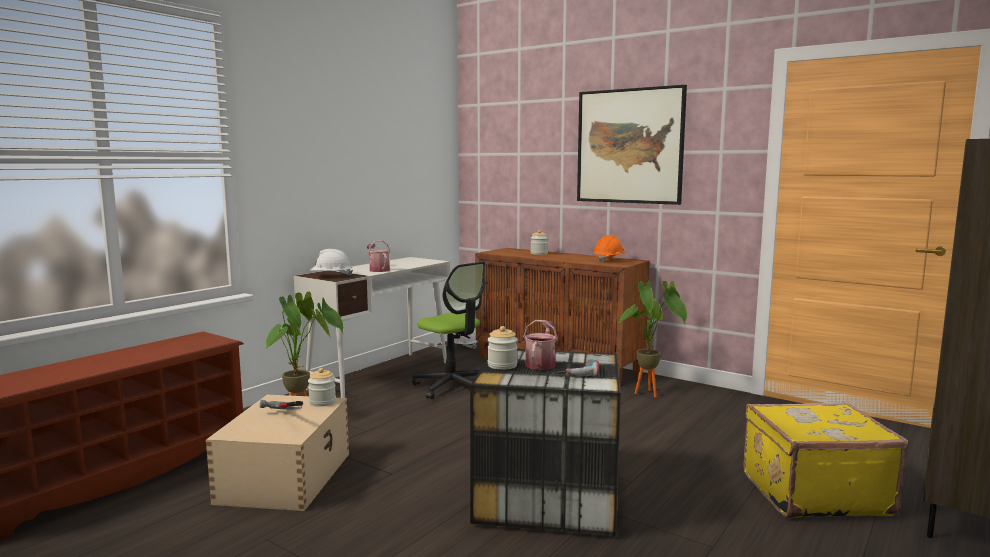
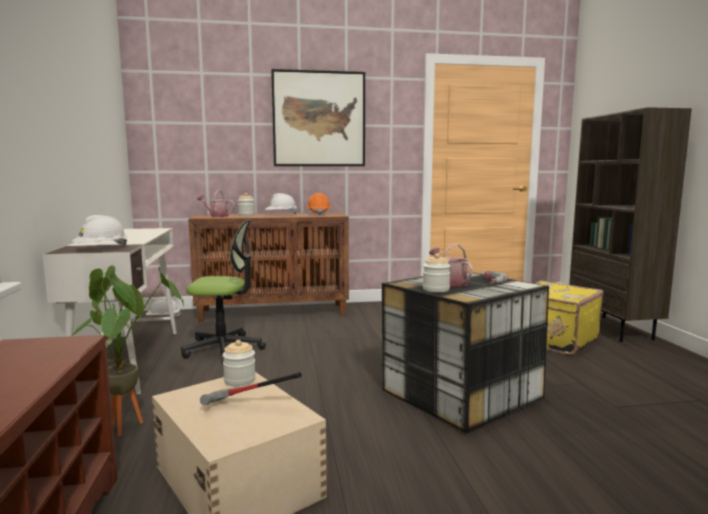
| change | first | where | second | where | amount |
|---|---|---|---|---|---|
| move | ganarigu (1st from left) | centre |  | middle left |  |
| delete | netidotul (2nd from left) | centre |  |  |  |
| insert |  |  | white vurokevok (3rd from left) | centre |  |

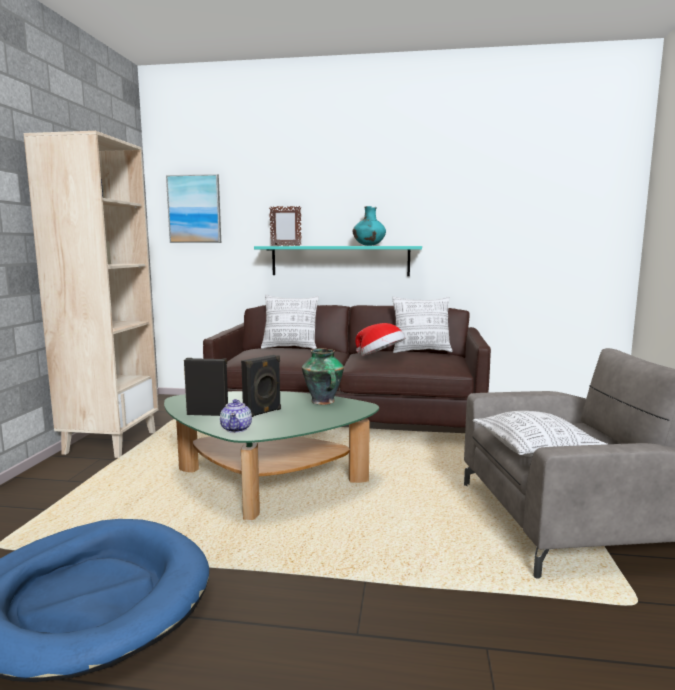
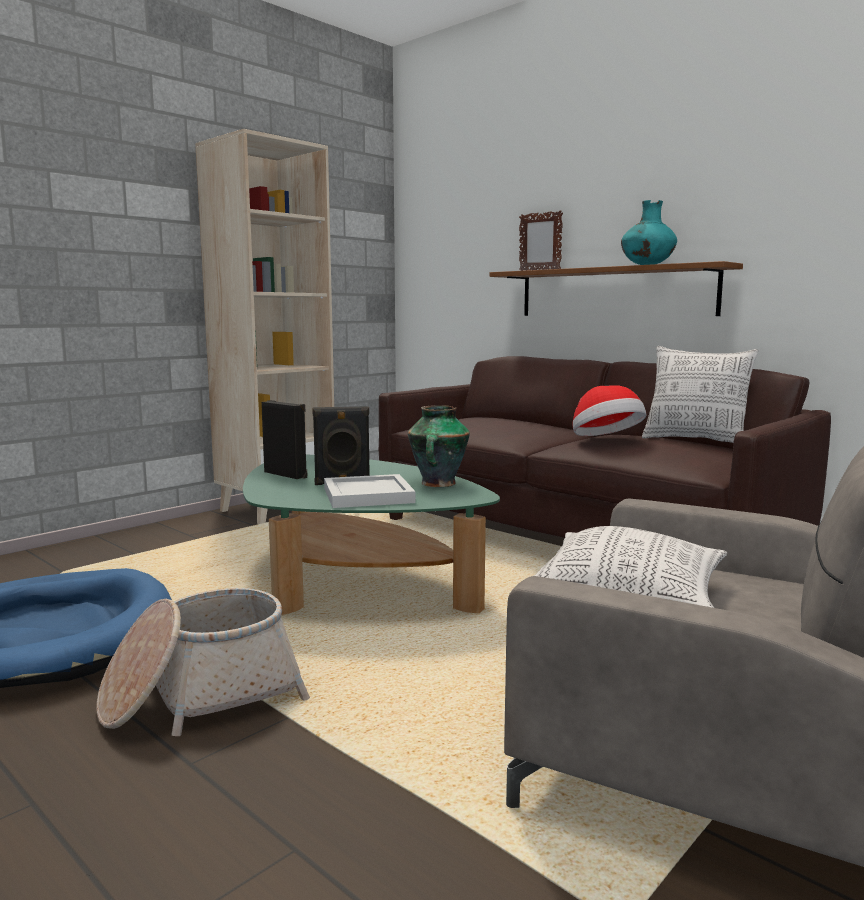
| change | first | where | second | where | amount |
|---|---|---|---|---|---|
| delete | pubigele | top left |  |  |  |
| delete | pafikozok | centre |  |  |  |
| recolor | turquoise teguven | centre | brown teguven | top right |  |
| delete | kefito (1st from left) | centre |  |  |  |
| insert |  |  | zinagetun | bottom left |  |
| insert |  |  | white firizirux | centre |  |

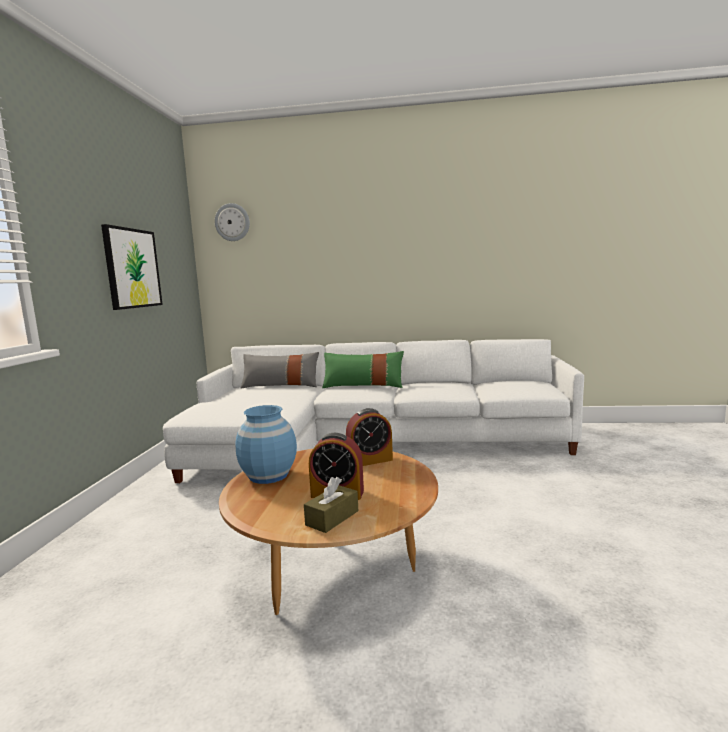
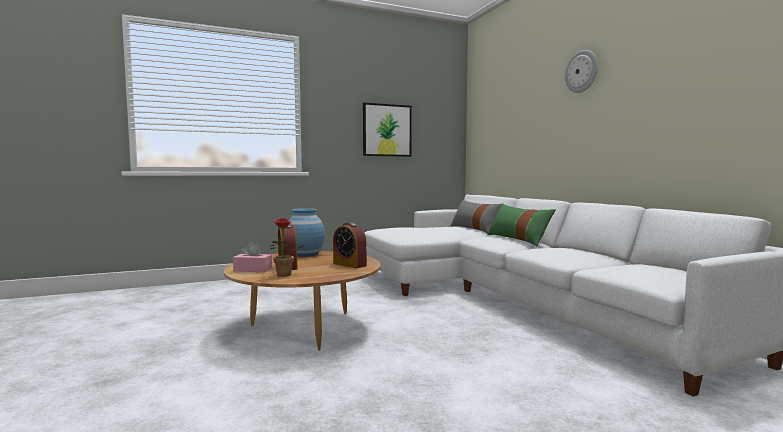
| change | first | where | second | where | amount |
|---|---|---|---|---|---|
| move | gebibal | top left |  | top right |  |
| recolor | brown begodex | bottom centre | pink begodex | middle left |  |
| insert |  |  | netidotul | centre |  |

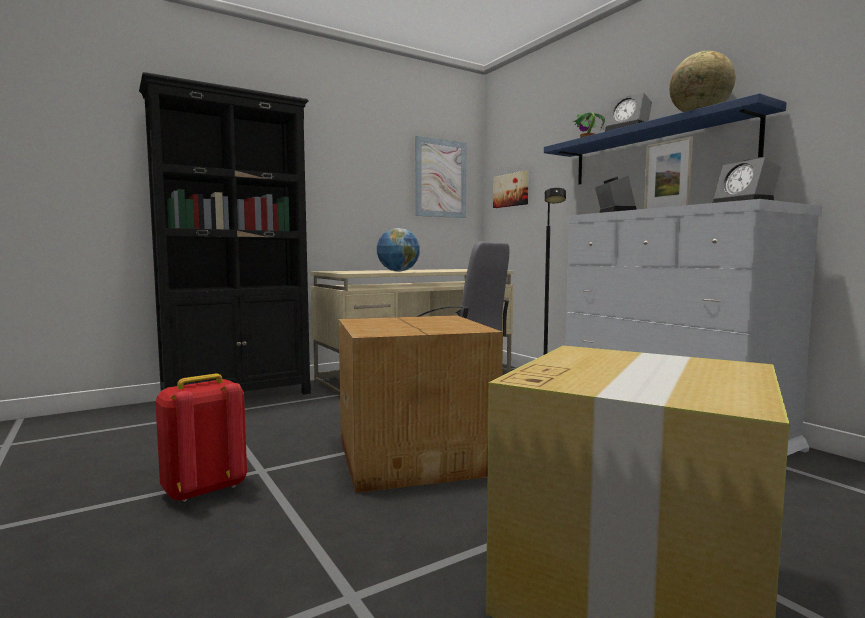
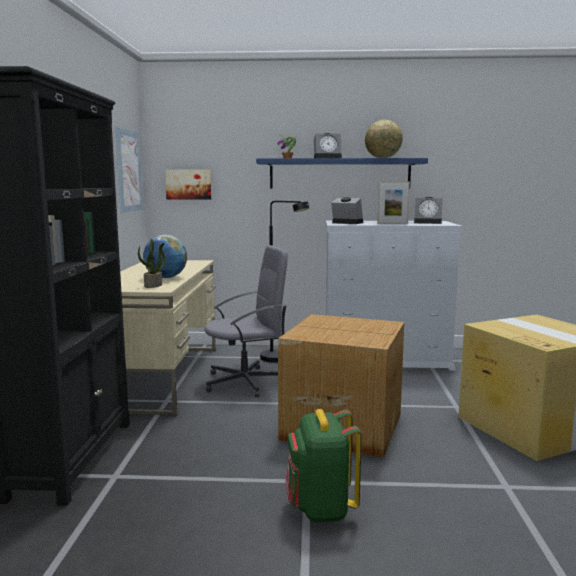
| change | first | where | second | where | amount |
|---|---|---|---|---|---|
| recolor | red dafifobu | bottom left | green dafifobu | bottom centre |  |
| insert |  |  | netidotul (1st from left) | middle left |  |

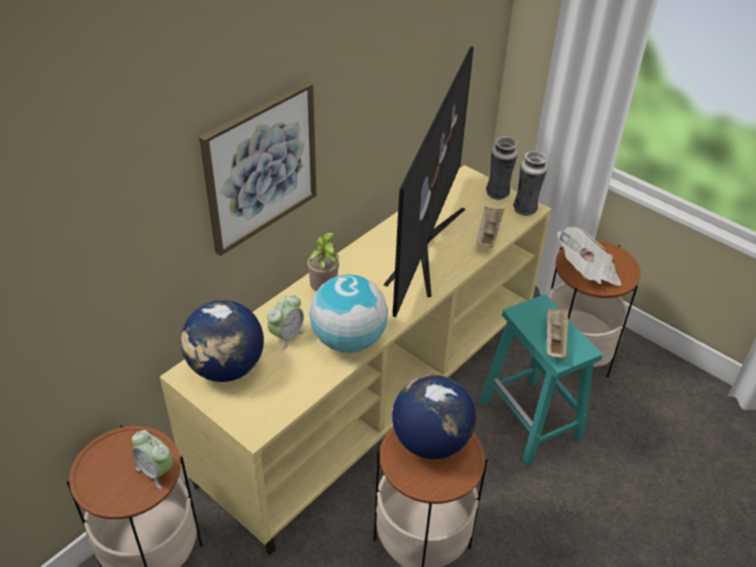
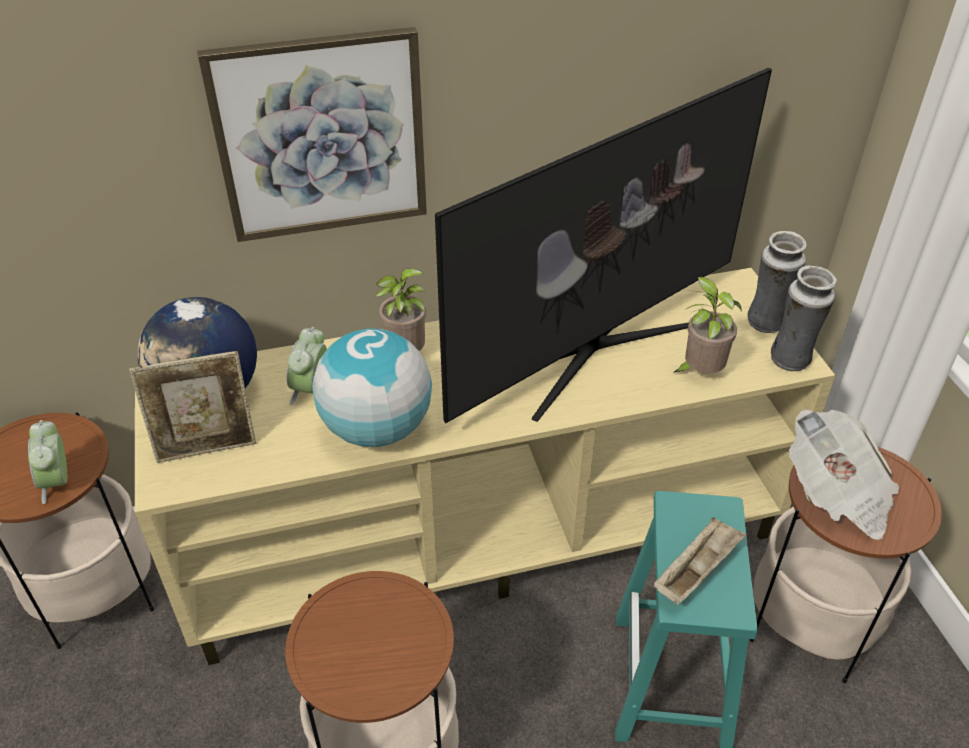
| change | first | where | second | where | amount |
|---|---|---|---|---|---|
| rotate | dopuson (2nd from left) | centre |  | middle left | 120 degrees clockwise |
| delete | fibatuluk (3rd from left) | bottom centre |  |  |  |
| replace | beige firizirux (1st from left) | centre | netidotul (2nd from left) | middle right |  |
| insert |  |  | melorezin | middle left |  |

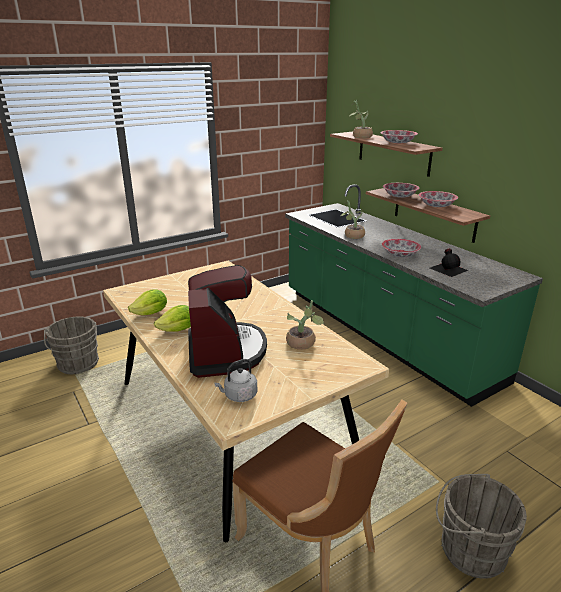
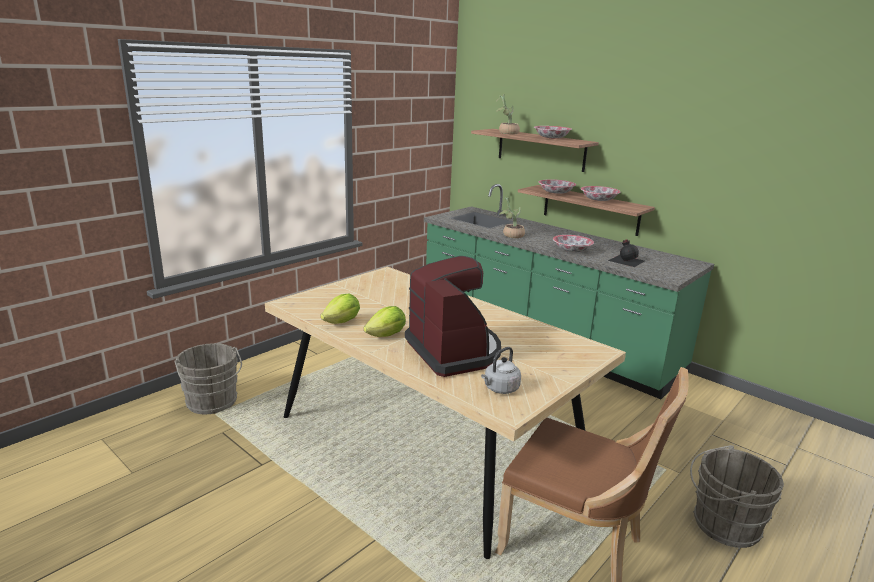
| change | first | where | second | where | amount |
|---|---|---|---|---|---|
| delete | netidotul (1st from left) | centre |  |  |  |

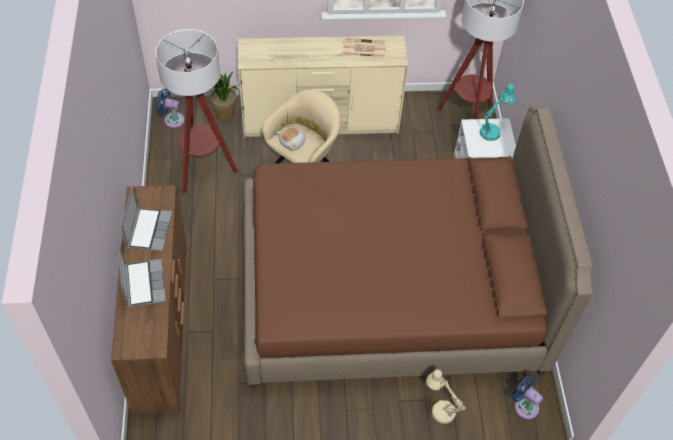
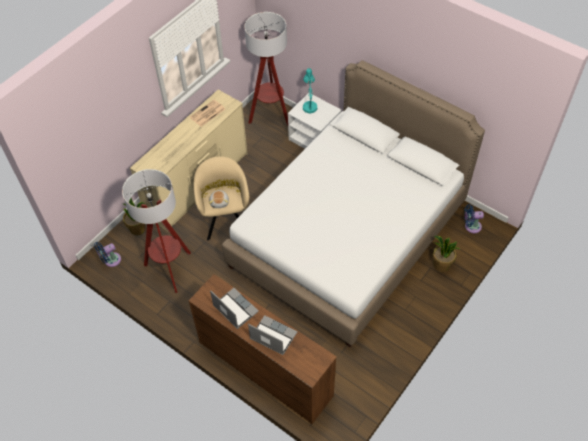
| change | first | where | second | where | amount |
|---|---|---|---|---|---|
| recolor | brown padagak | centre | white padagak | centre |  |
| replace | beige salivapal | bottom centre | netidotul (2nd from left) | middle right |  |

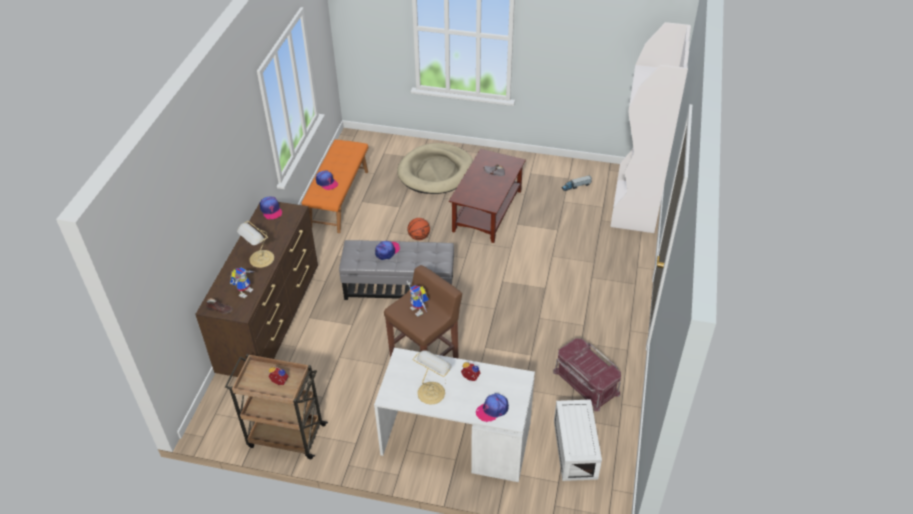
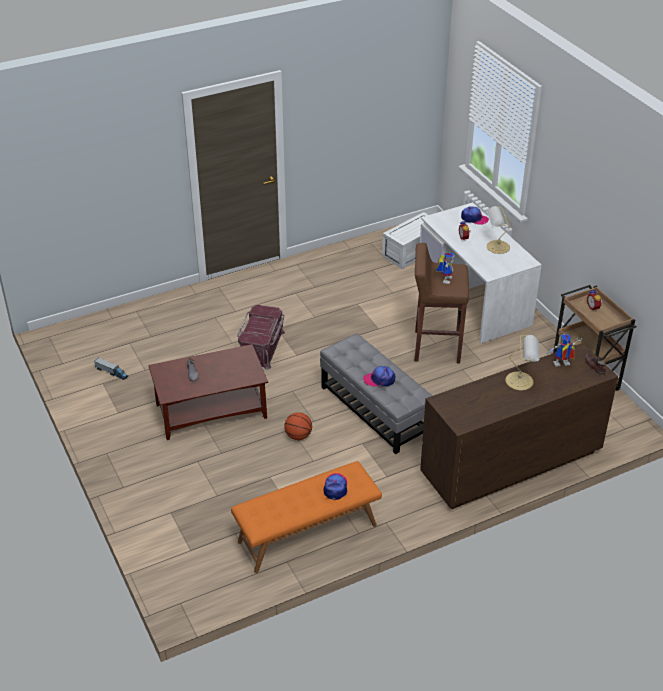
| change | first | where | second | where | amount |
|---|---|---|---|---|---|
| delete | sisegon (1st from left) | middle left |  |  |  |
| delete | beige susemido | top centre |  |  |  |
| move | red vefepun | bottom centre |  | centre |  |
| delete | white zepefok | top right |  |  |  |

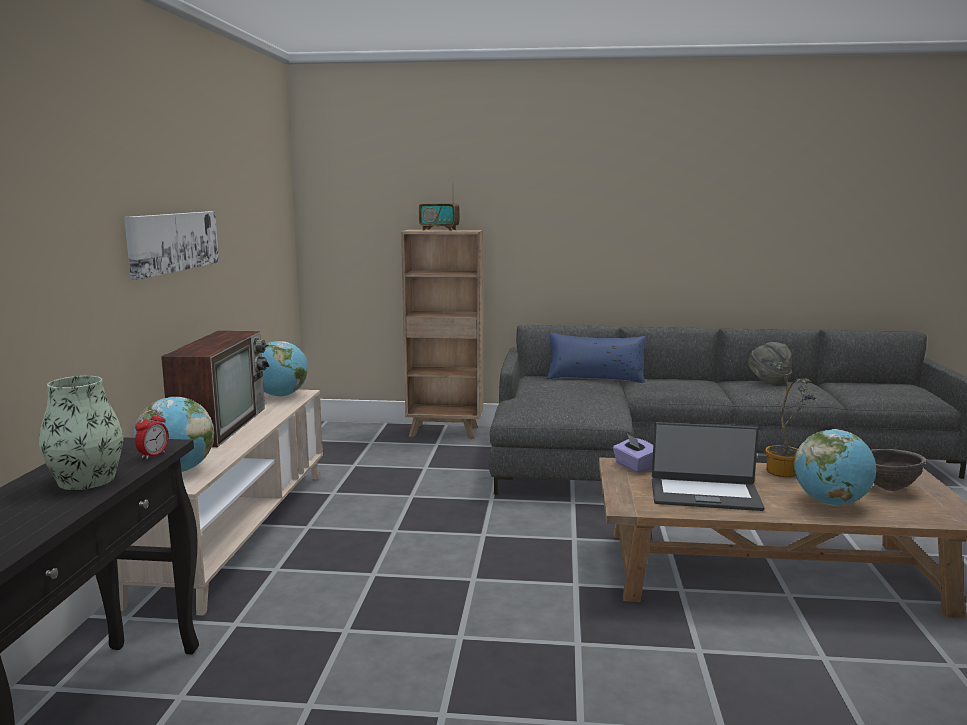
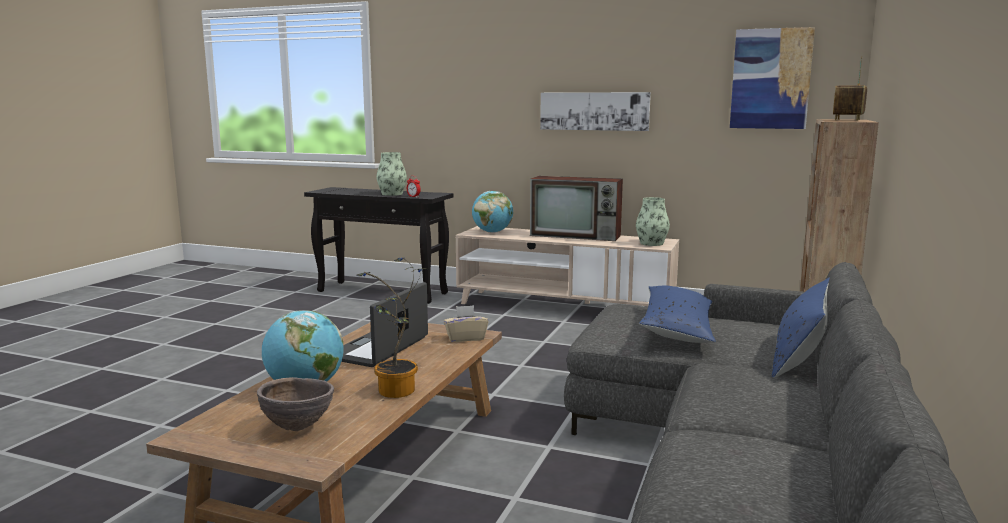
| change | first | where | second | where | amount |
|---|---|---|---|---|---|
| replace | fibatuluk (2nd from left) | middle left | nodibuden (2nd from left) | centre |  |
| recolor | purple begodex | centre | beige begodex | centre |  |
| delete | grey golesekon | middle right |  |  |  |
| insert |  |  | blue kefito (1st from left) | middle right |  |
| insert |  |  | pubigele (2nd from left) | top right |  |

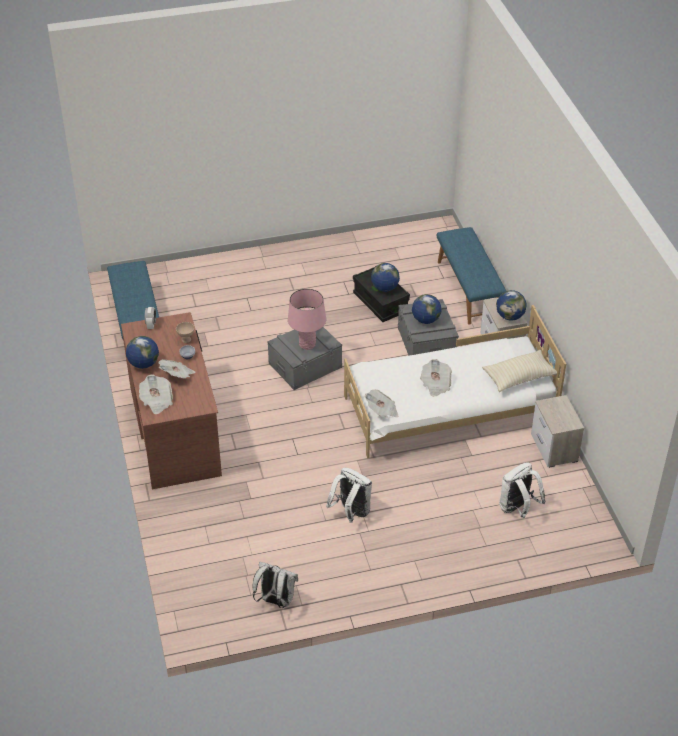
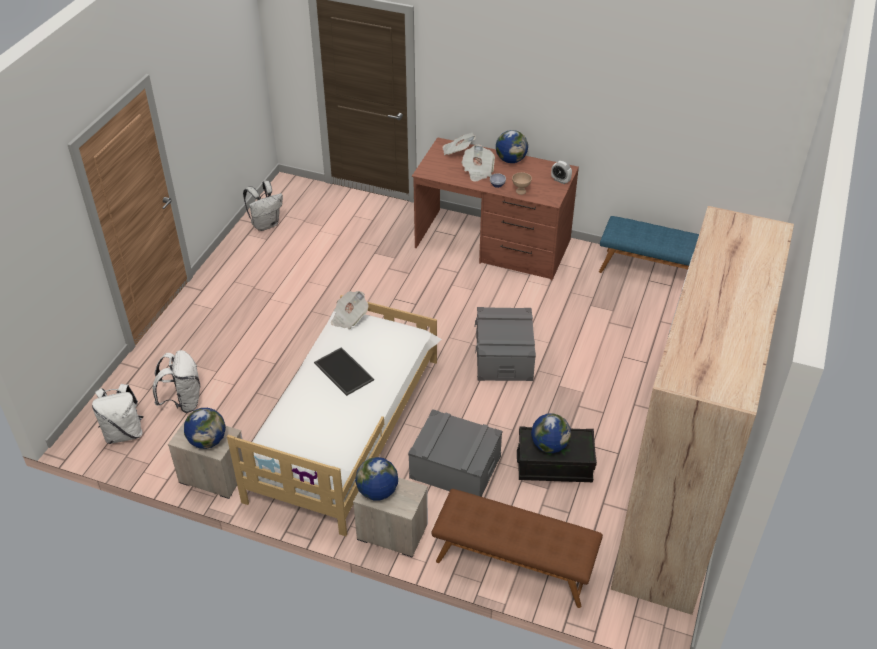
| change | first | where | second | where | amount |
|---|---|---|---|---|---|
| delete | pink salivapal | centre |  |  |  |
| move | white dafifobu (2nd from left in the first image) | bottom centre | white dafifobu (1st from left) | middle left |  |
| move | fibatuluk (3rd from left in the first image) | centre | fibatuluk (1st from left) | middle left |  |
| replace | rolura (4th from left) | centre | firizirux | centre |  |
| recolor | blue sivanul (2nd from left) | middle right | brown sivanul | bottom centre |  |
| delete | beige kefito | middle right |  |  |  |
| insert |  |  | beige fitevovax | middle right |  |

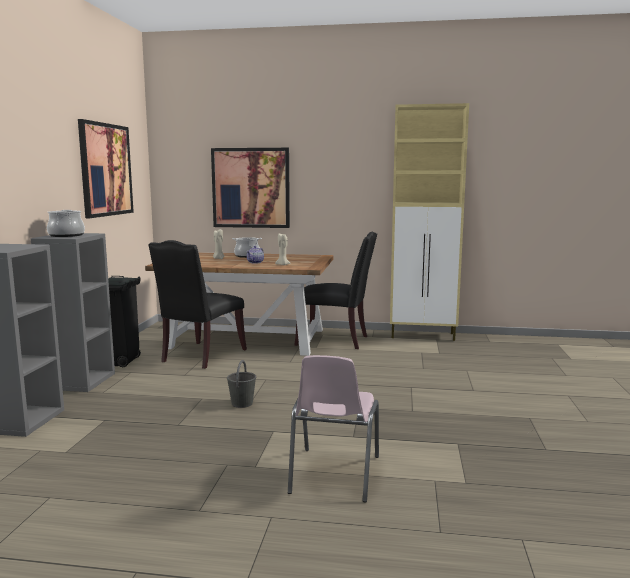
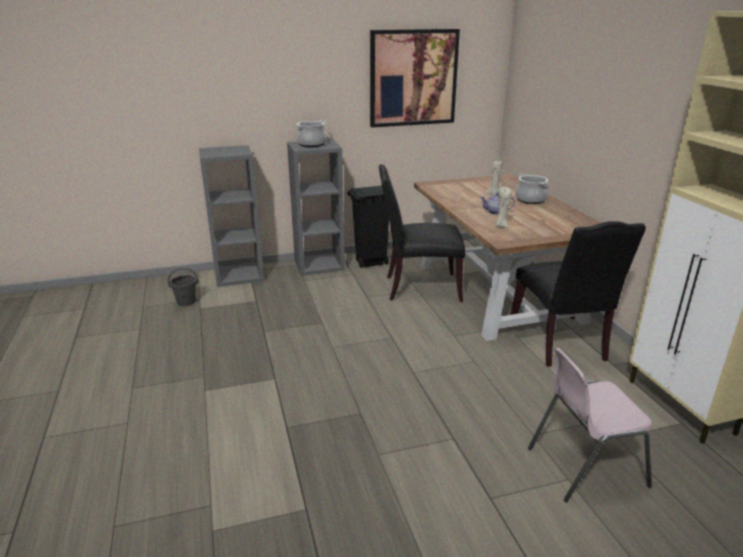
| change | first | where | second | where | amount |
|---|---|---|---|---|---|
| delete | pubigele (2nd from left) | top centre |  |  |  |
| move | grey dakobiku | centre |  | middle left |  |
| move | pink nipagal | bottom centre |  | bottom right |  |

